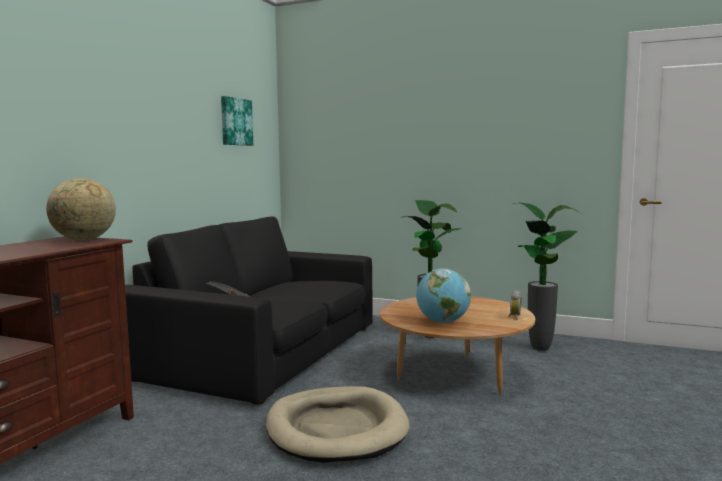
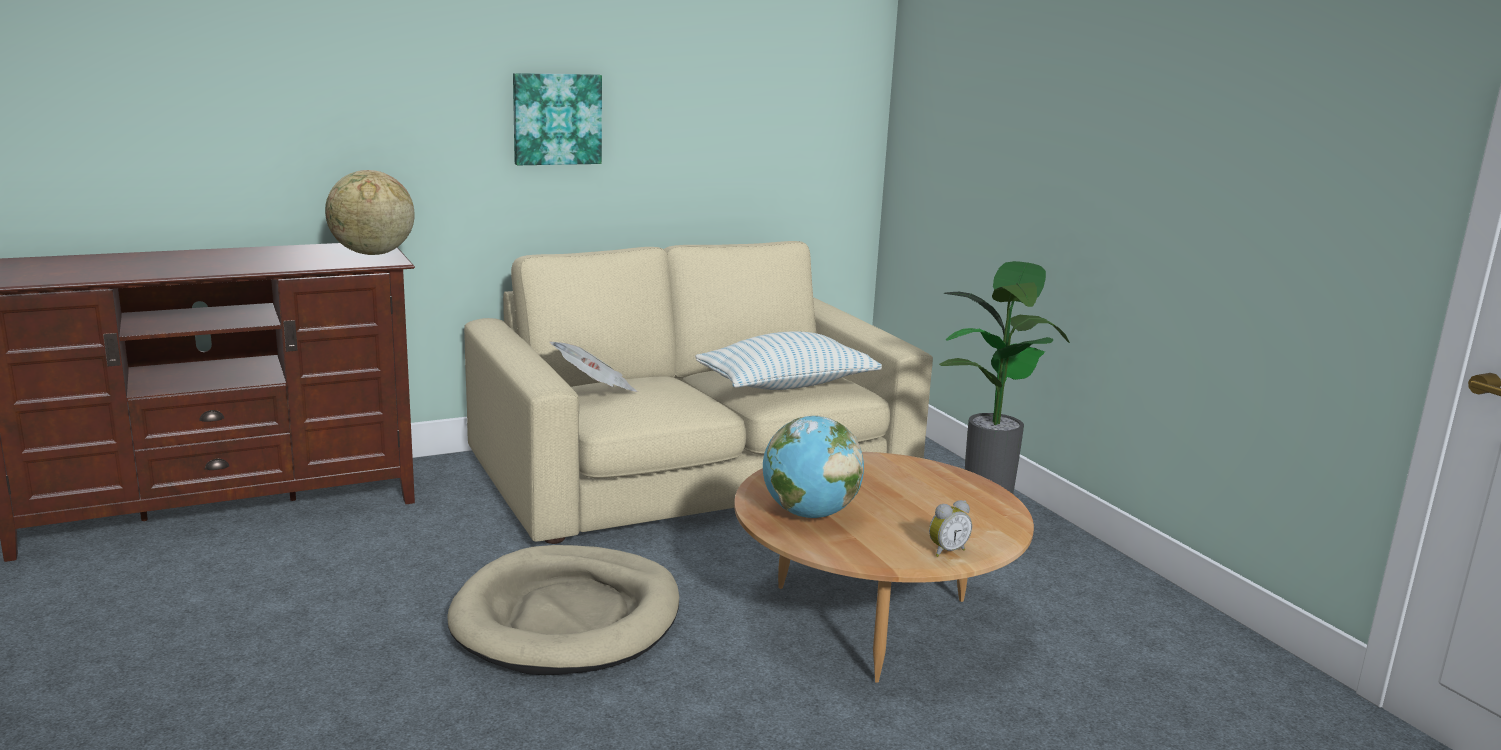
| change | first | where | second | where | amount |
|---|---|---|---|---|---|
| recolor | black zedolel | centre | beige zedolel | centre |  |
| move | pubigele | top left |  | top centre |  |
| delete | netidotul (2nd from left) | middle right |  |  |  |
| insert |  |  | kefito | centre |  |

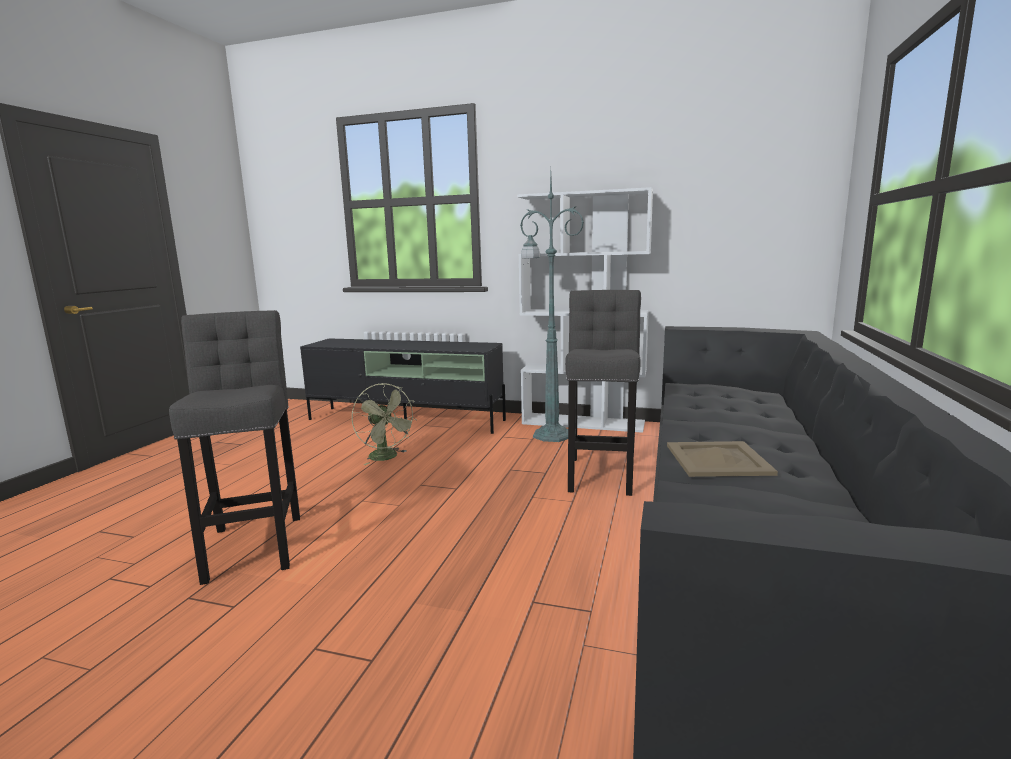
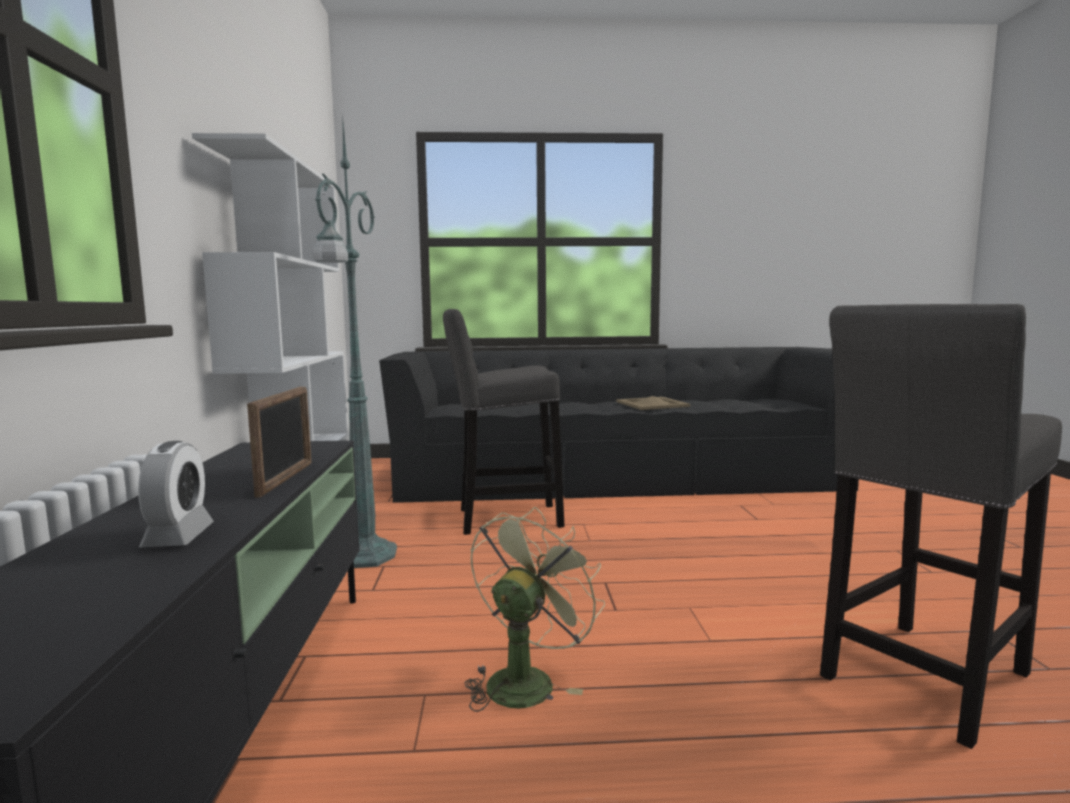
| change | first | where | second | where | amount |
|---|---|---|---|---|---|
| insert |  |  | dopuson | middle left |  |
| insert |  |  | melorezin | middle left |  |

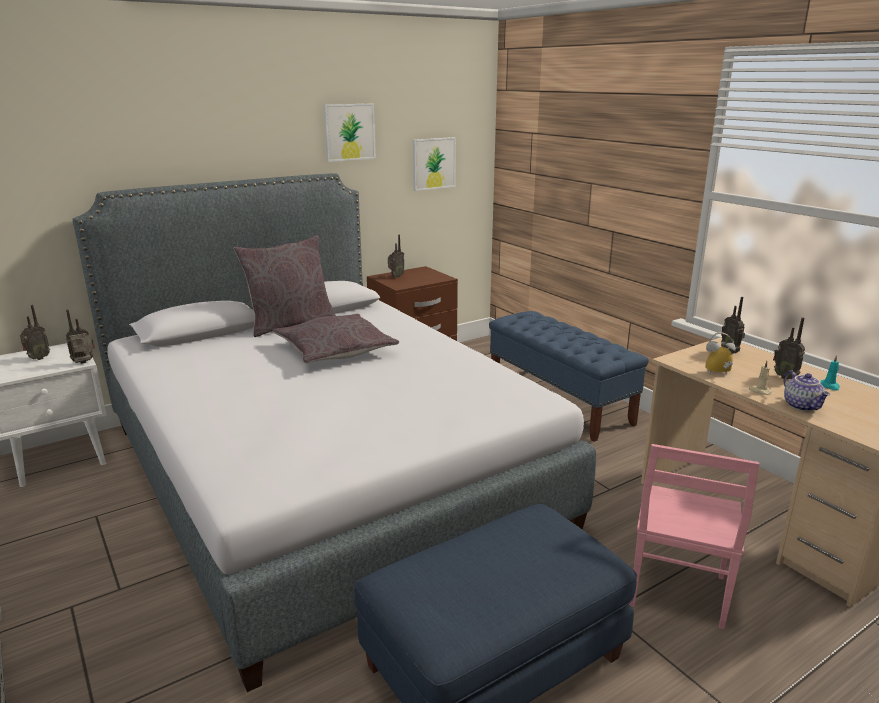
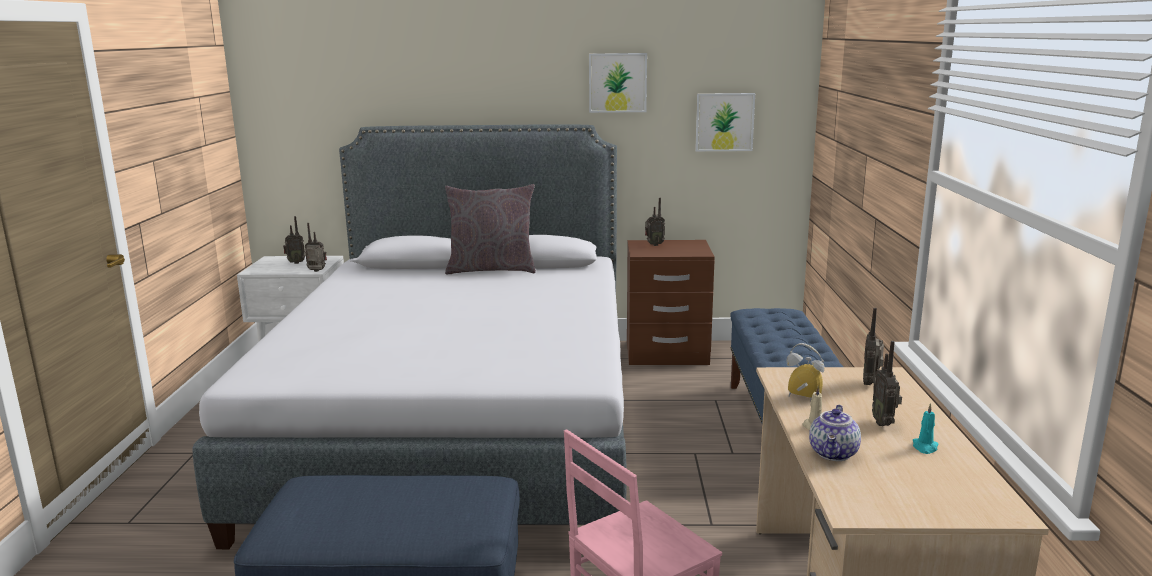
| change | first | where | second | where | amount |
|---|---|---|---|---|---|
| delete | grey kefito (2nd from left) | centre |  |  |  |

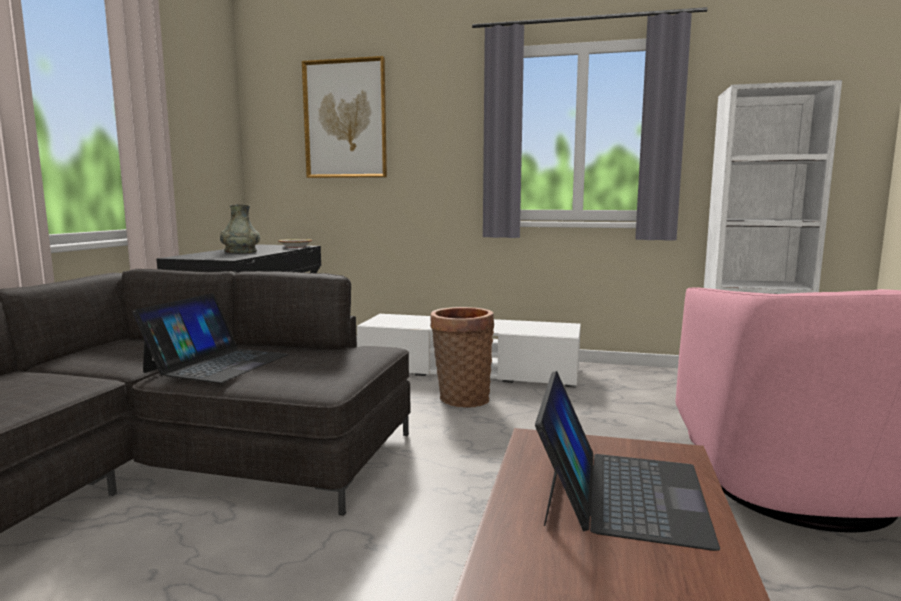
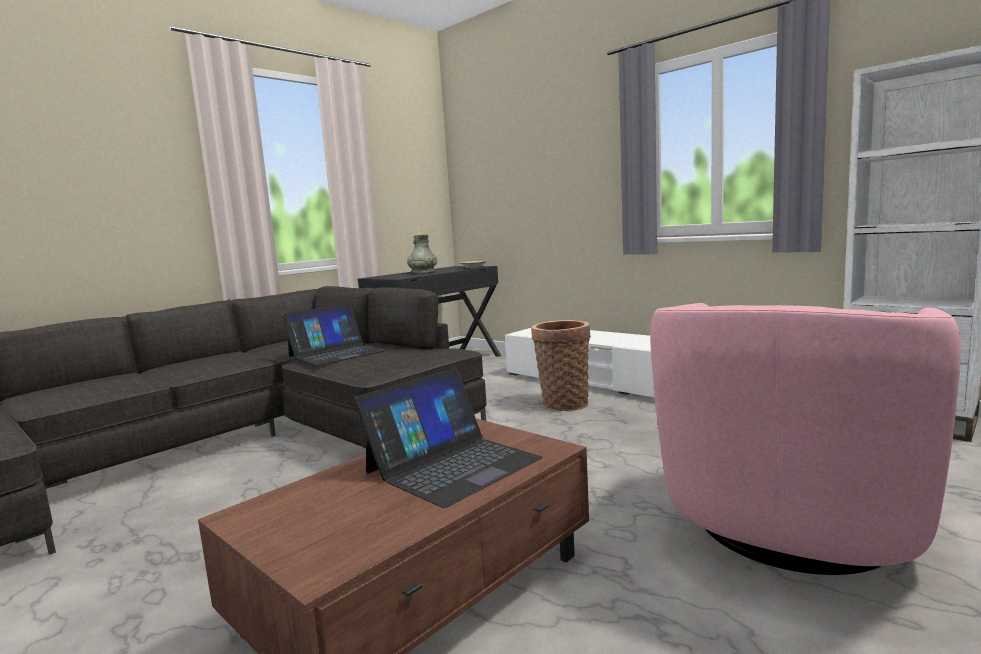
| change | first | where | second | where | amount |
|---|---|---|---|---|---|
| delete | pubigele | top centre |  |  |  |

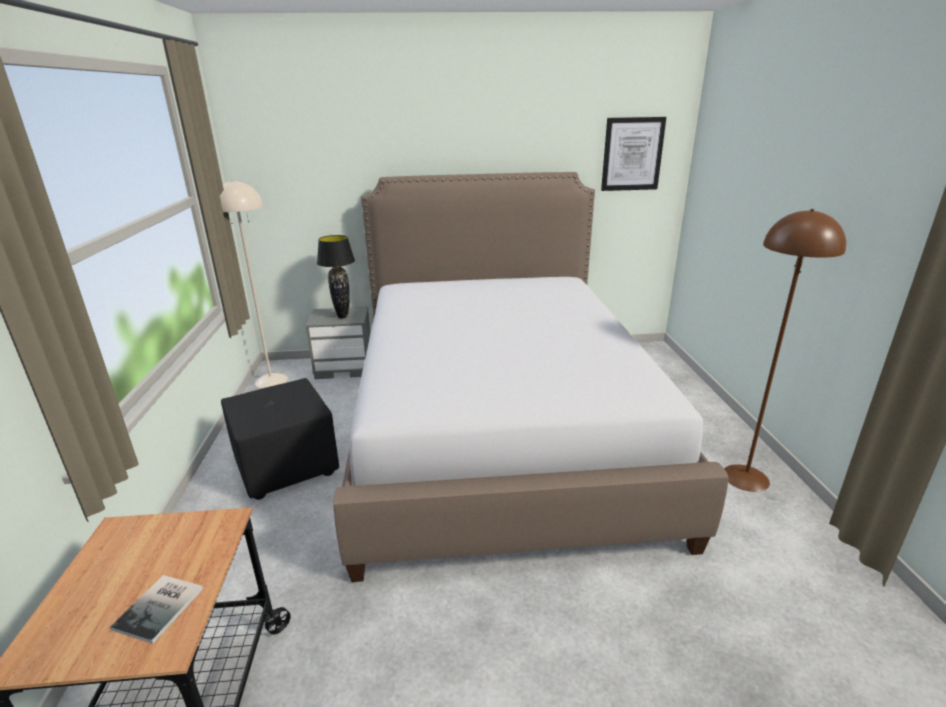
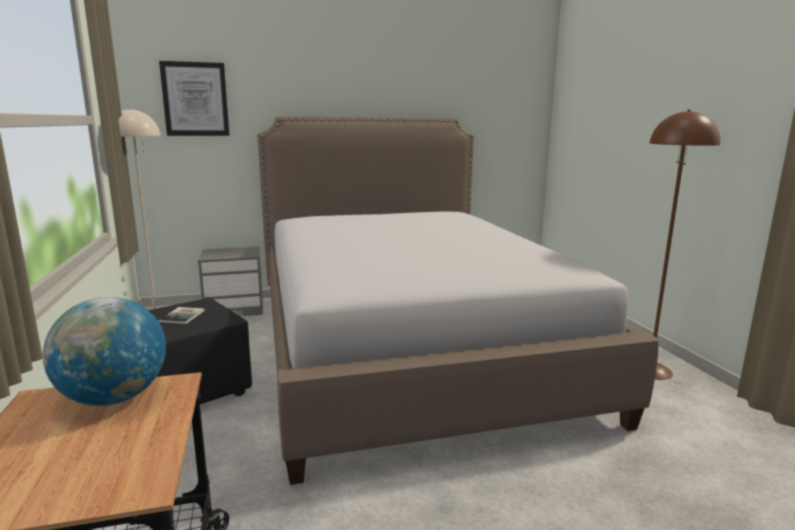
| change | first | where | second | where | amount |
|---|---|---|---|---|---|
| move | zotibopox | bottom left |  | middle left |  |
| delete | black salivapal | centre |  |  |  |
| move | pubigele | top right |  | top left |  |
| insert |  |  | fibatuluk | middle left |  |

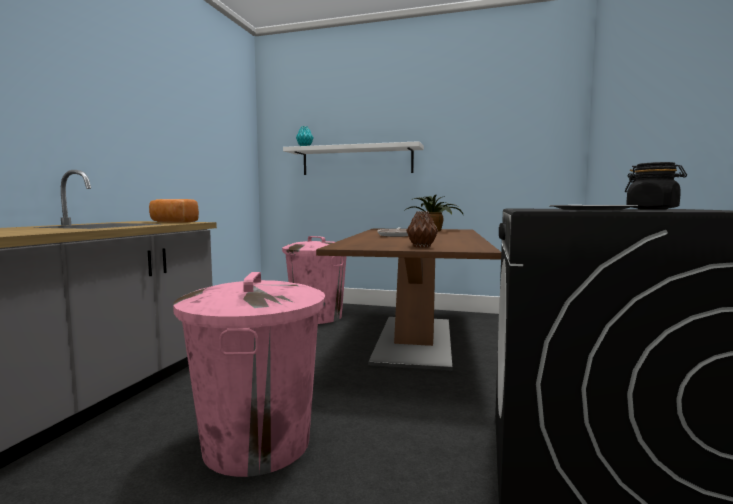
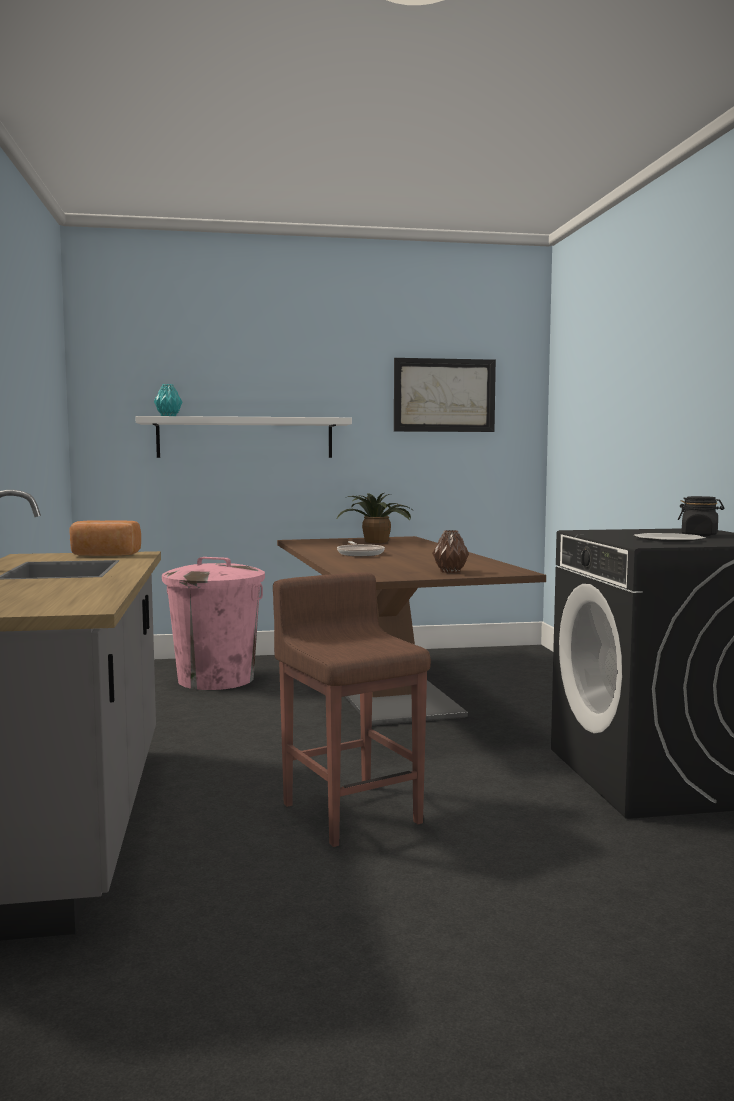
| change | first | where | second | where | amount |
|---|---|---|---|---|---|
| replace | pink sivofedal (1st from left) | bottom centre | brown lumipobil | centre |  |
| insert |  |  | pubigele | centre |  |

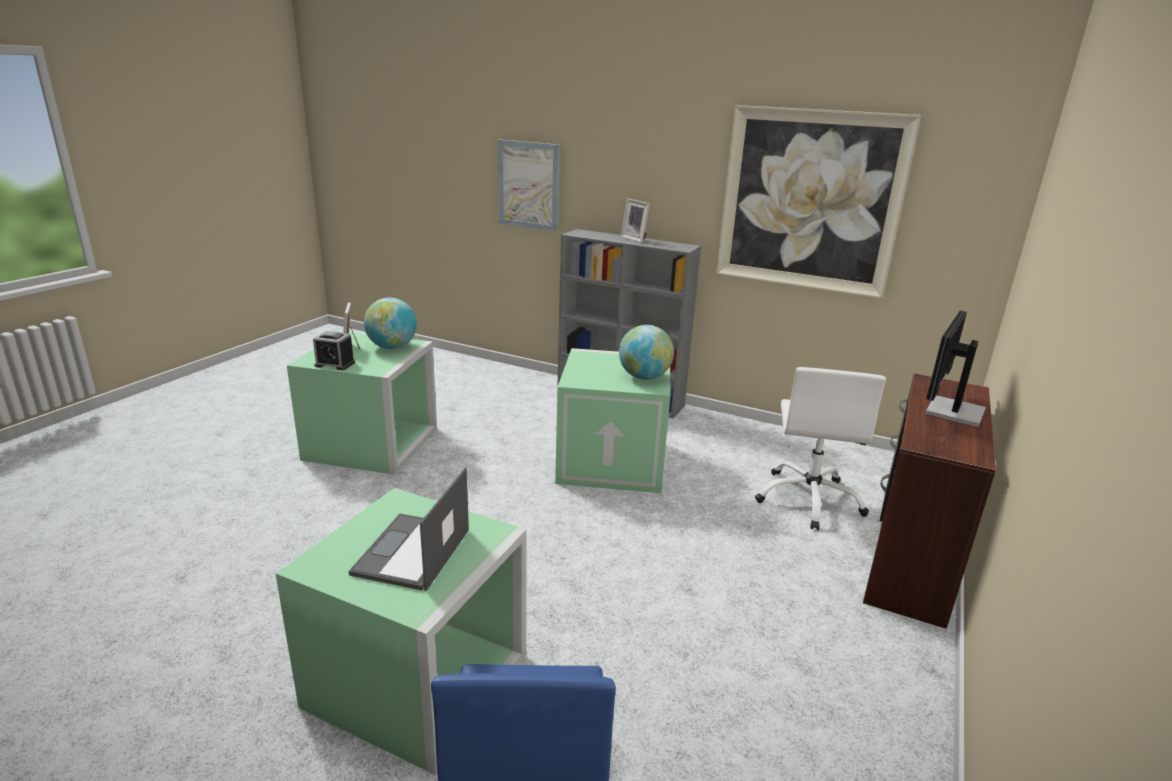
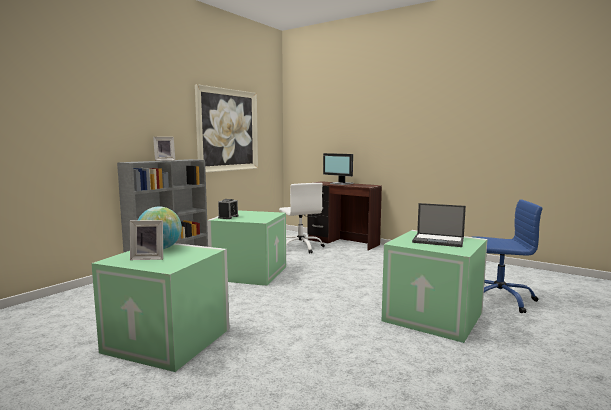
| change | first | where | second | where | amount |
|---|---|---|---|---|---|
| move | dopuson | middle left |  | centre |  |
| delete | pubigele (1st from left) | top centre |  |  |  |
| delete | fibatuluk (2nd from left) | centre |  |  |  |
| rotate | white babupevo | middle right |  | centre | 45 degrees clockwise |

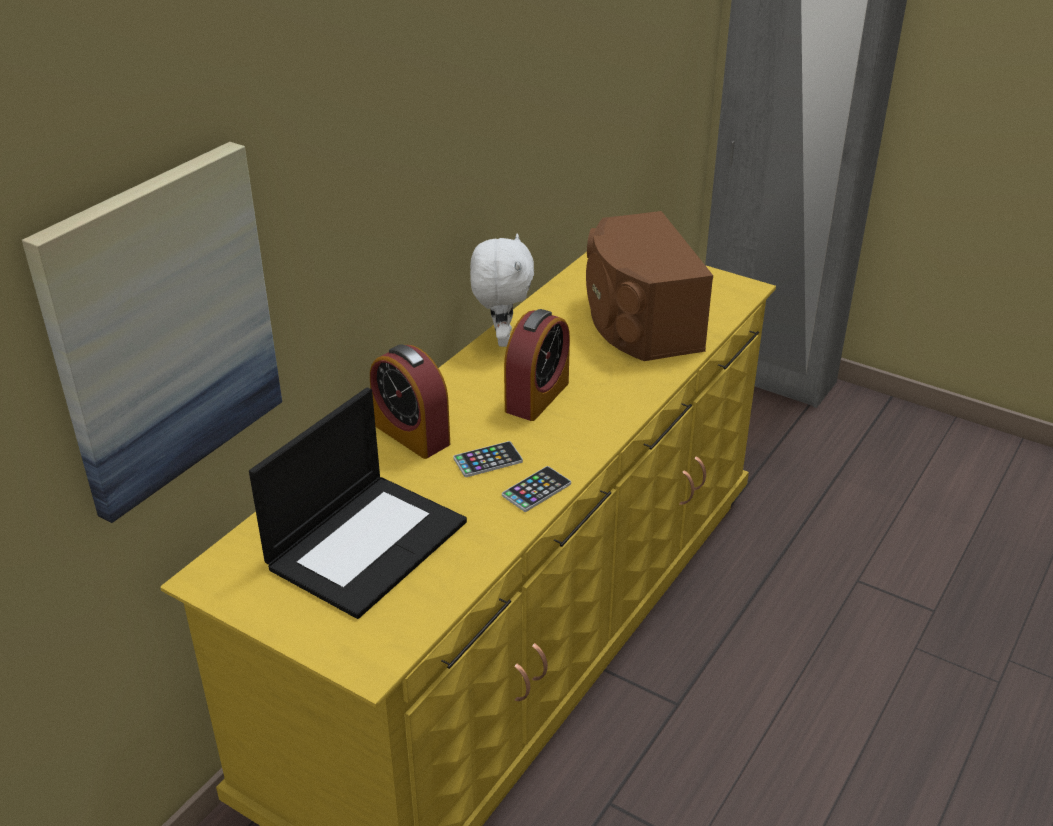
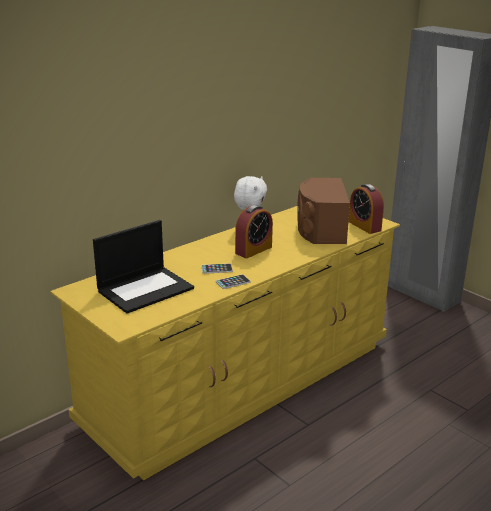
| change | first | where | second | where | amount |
|---|---|---|---|---|---|
| delete | pubigele | middle left |  |  |  |
| move | dopuson (1st from left in the first image) | centre | dopuson (2nd from left) | middle right |  |

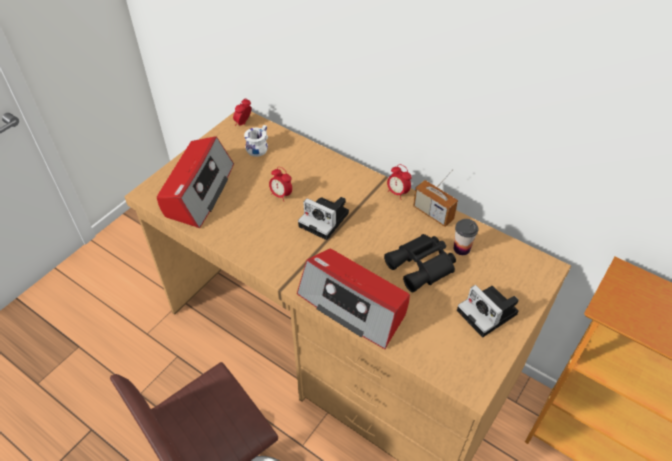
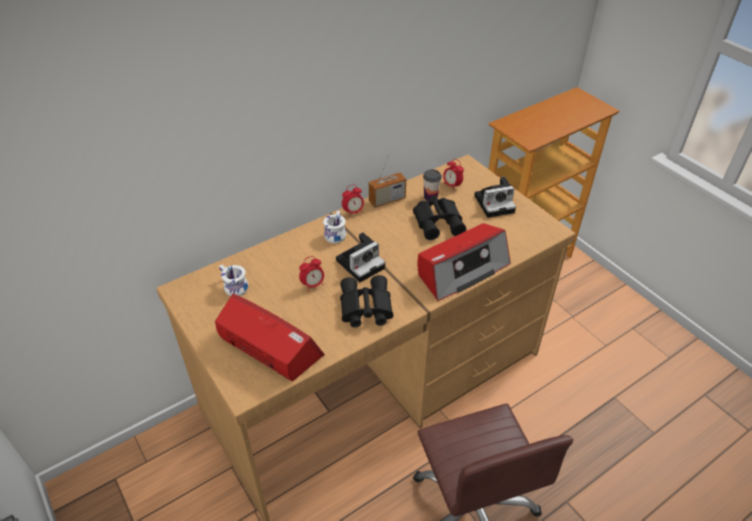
| change | first | where | second | where | amount |
|---|---|---|---|---|---|
| move | dopuson (1st from left in the first image) | top centre | dopuson (3rd from left) | centre |  |
| insert |  |  | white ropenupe (2nd from left) | centre |  |
| insert |  |  | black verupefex (1st from left) | centre |  |

